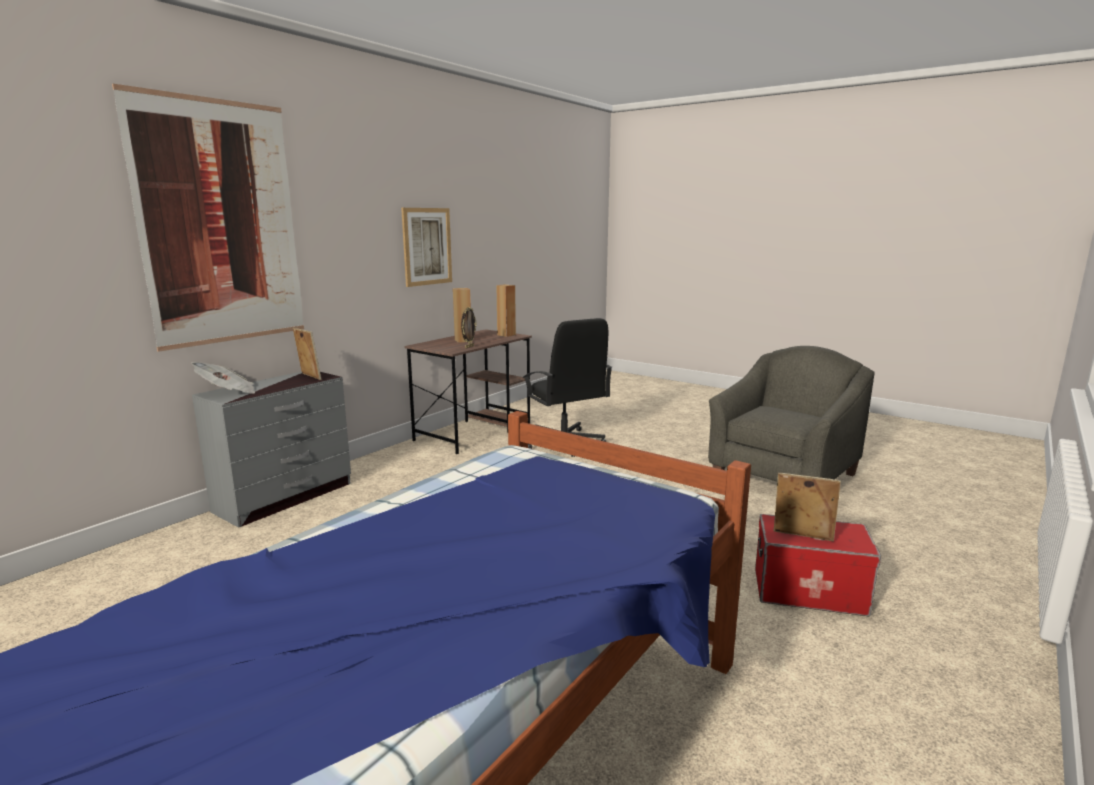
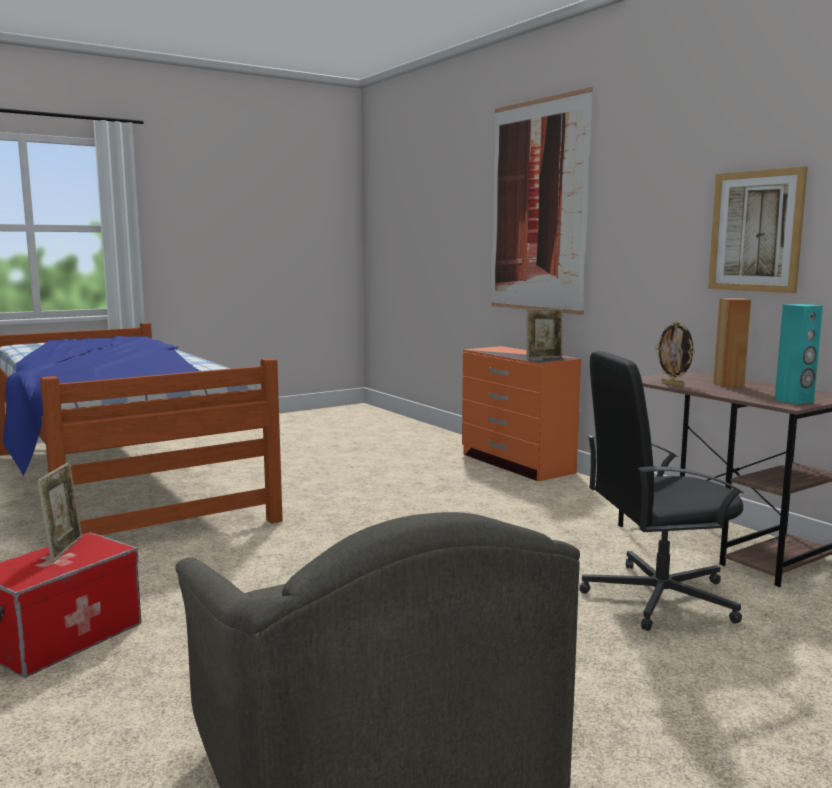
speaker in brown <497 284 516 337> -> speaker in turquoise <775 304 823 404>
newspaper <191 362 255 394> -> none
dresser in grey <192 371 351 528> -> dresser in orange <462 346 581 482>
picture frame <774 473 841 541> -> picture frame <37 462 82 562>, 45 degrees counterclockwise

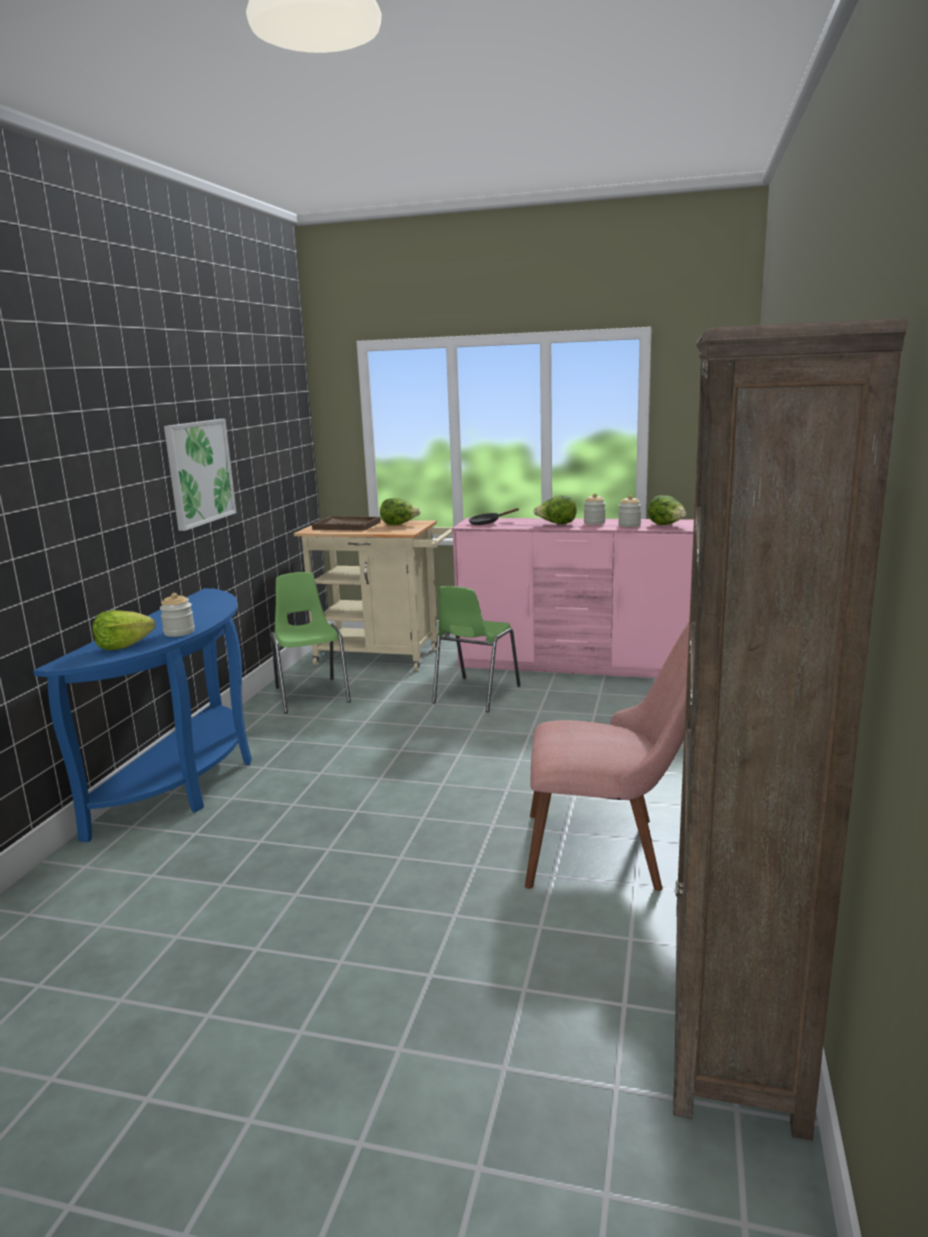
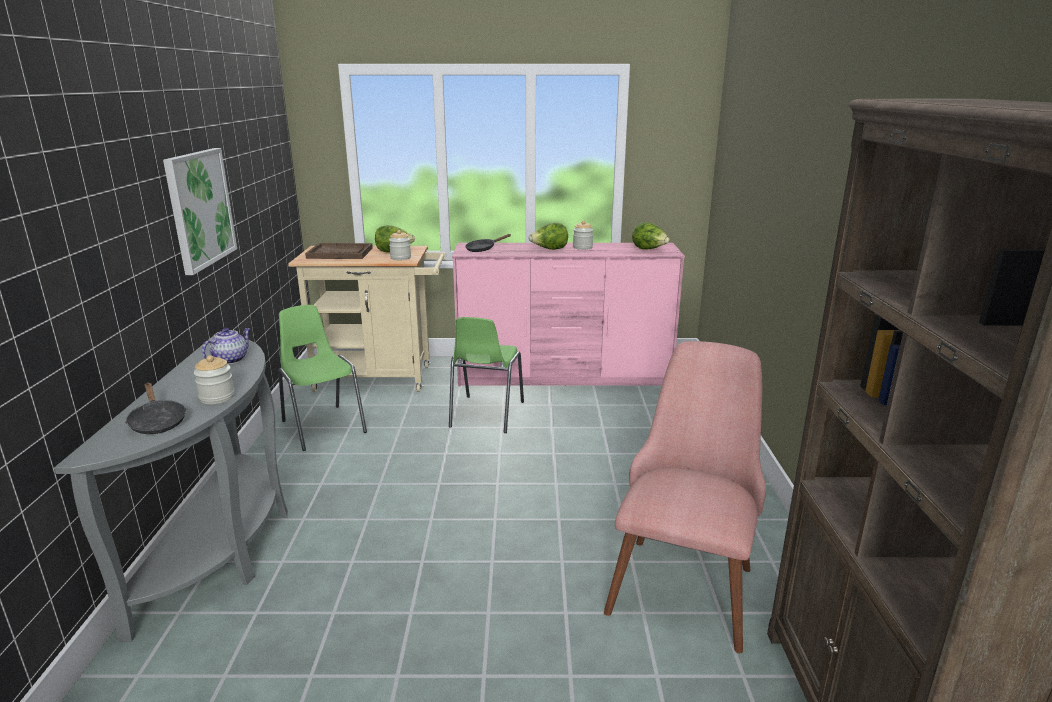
jar <618 495 641 527> -> jar <389 230 411 260>, shifted
console table in blue <33 588 252 842> -> console table in grey <54 336 288 642>
lettuce <93 610 155 650> -> frying pan in black <125 383 187 434>
chair in pink <525 622 689 891> -> chair in pink <604 341 766 653>, 60 degrees counterclockwise
none -> teapot <202 328 251 364>

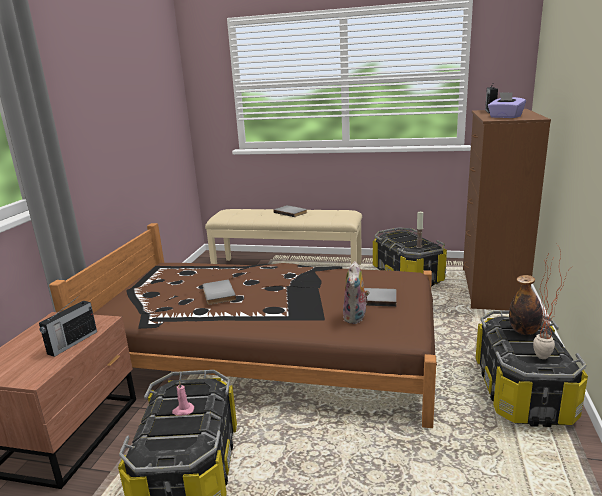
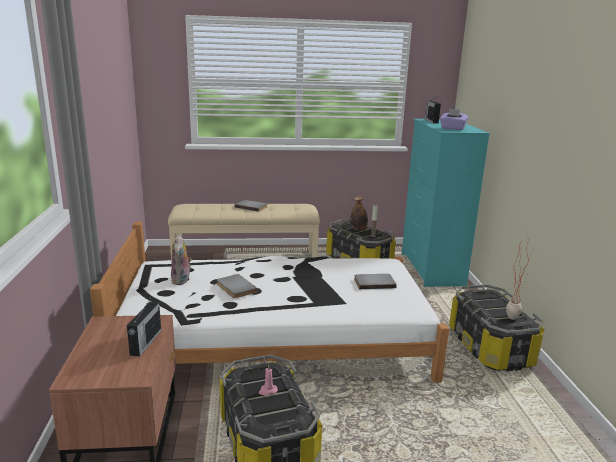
dresser in brown <463 109 551 311> -> dresser in turquoise <402 119 490 287>
bed in brown <49 223 437 428> -> bed in white <90 222 449 383>
plush toy <343 261 370 324> -> plush toy <171 235 192 285>, shifted
bottle <509 275 542 335> -> bottle <350 196 368 231>, shifted

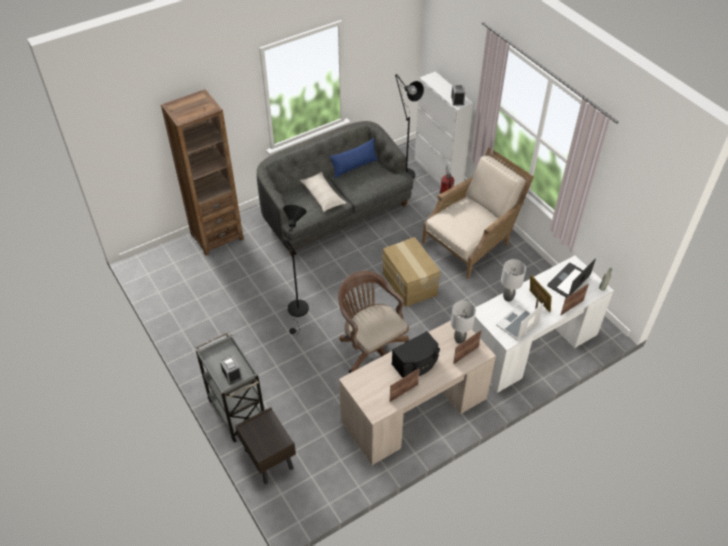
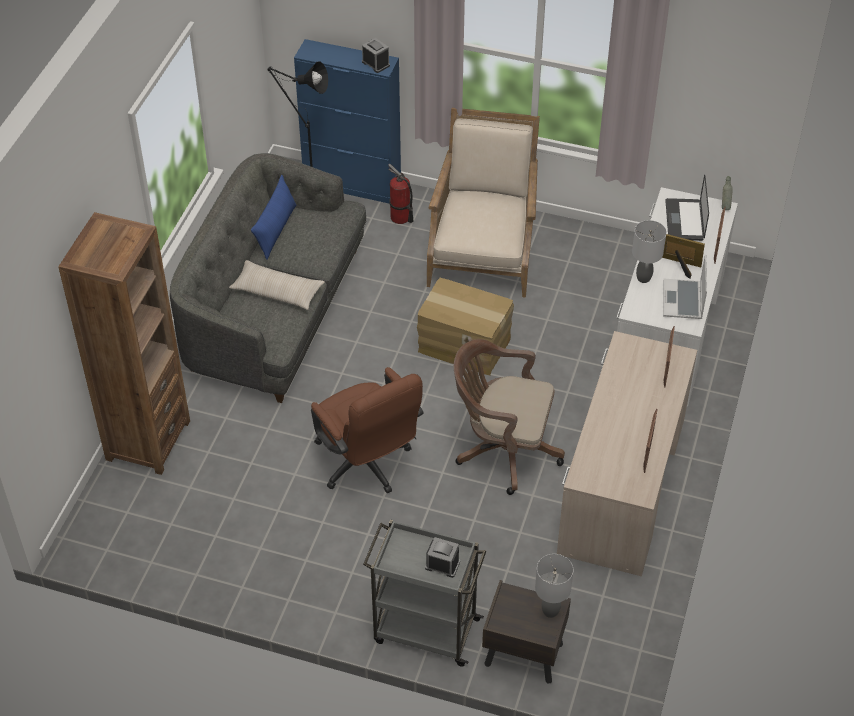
cabinet in white <414 71 474 186> -> cabinet in blue <294 39 401 204>
floor lamp in black <283 205 309 336> -> office chair in brown <311 367 424 494>
table lamp in grey <451 301 476 344> -> table lamp in grey <535 554 573 618>, shifted
speaker in black <392 331 440 378> -> none

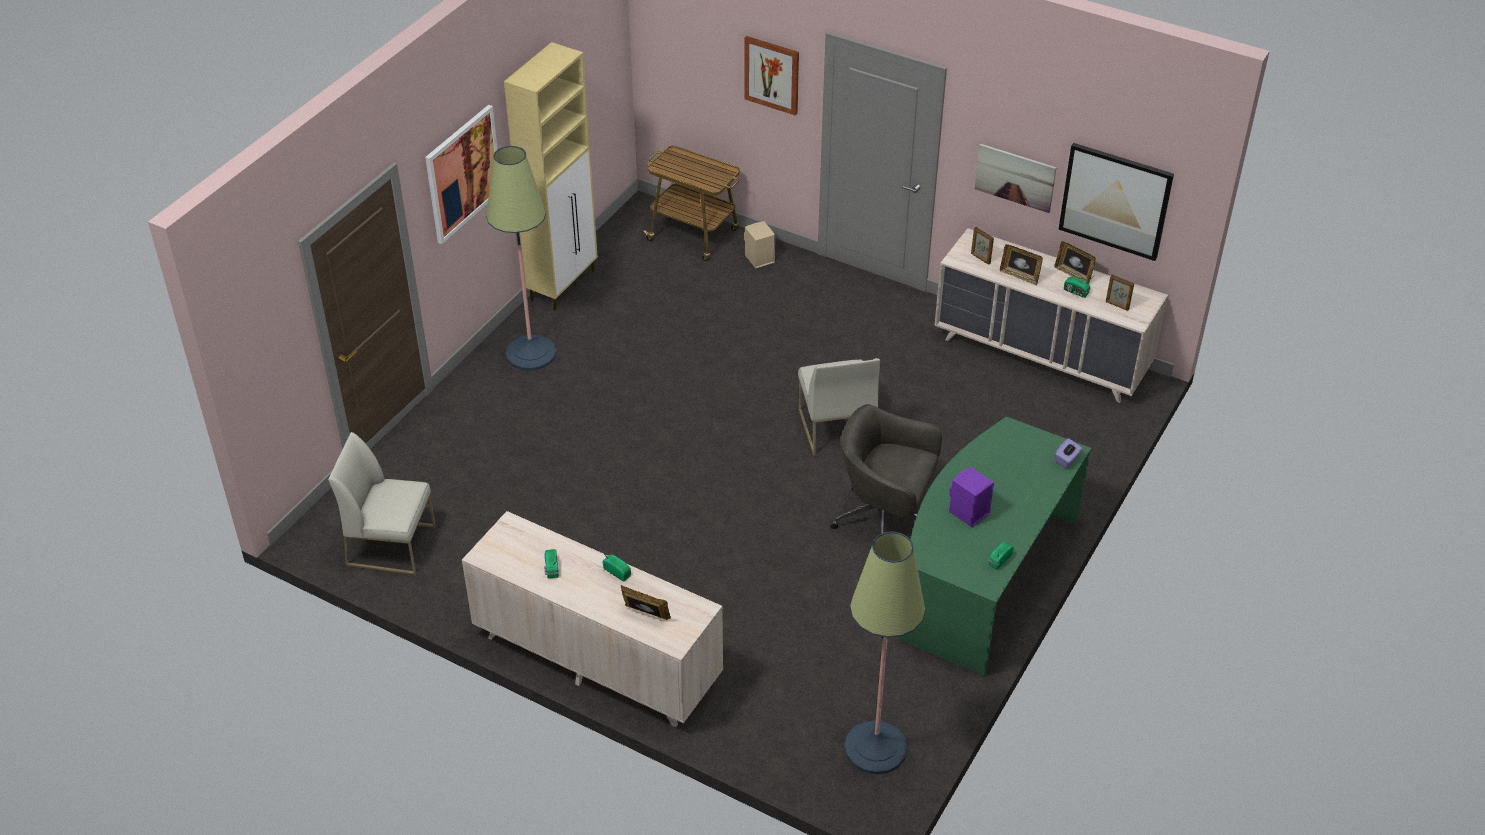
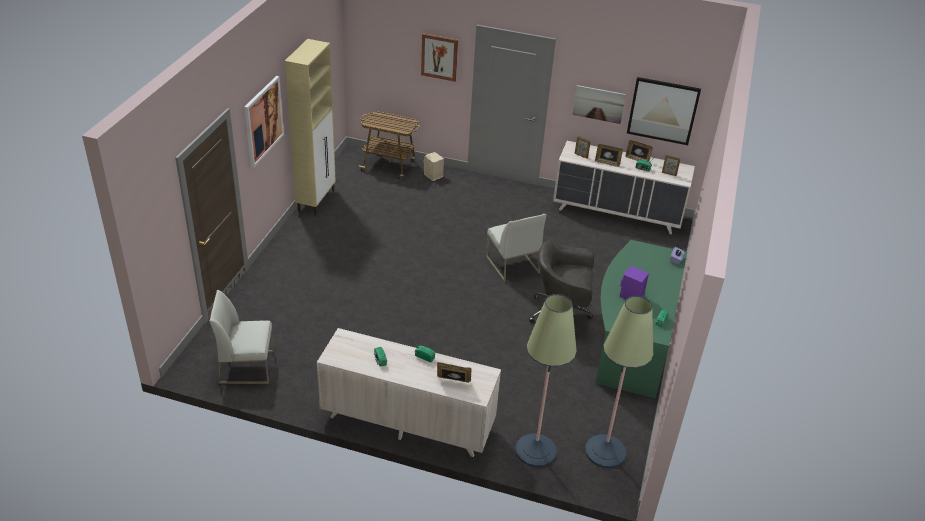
floor lamp <486 146 557 371> -> floor lamp <515 294 577 467>, shifted

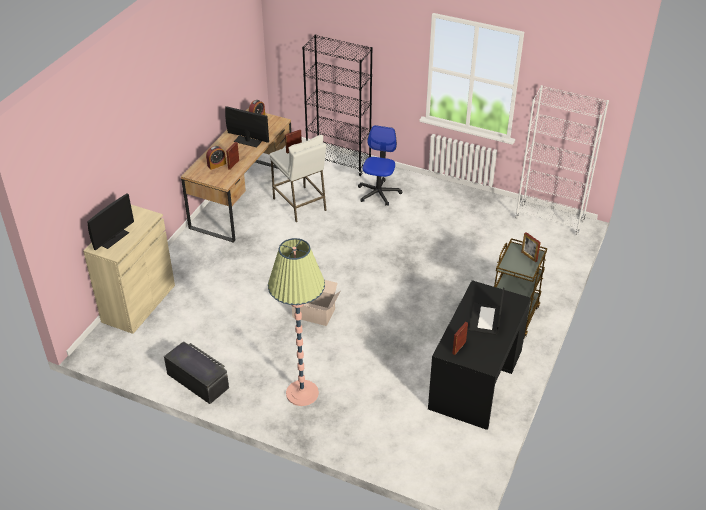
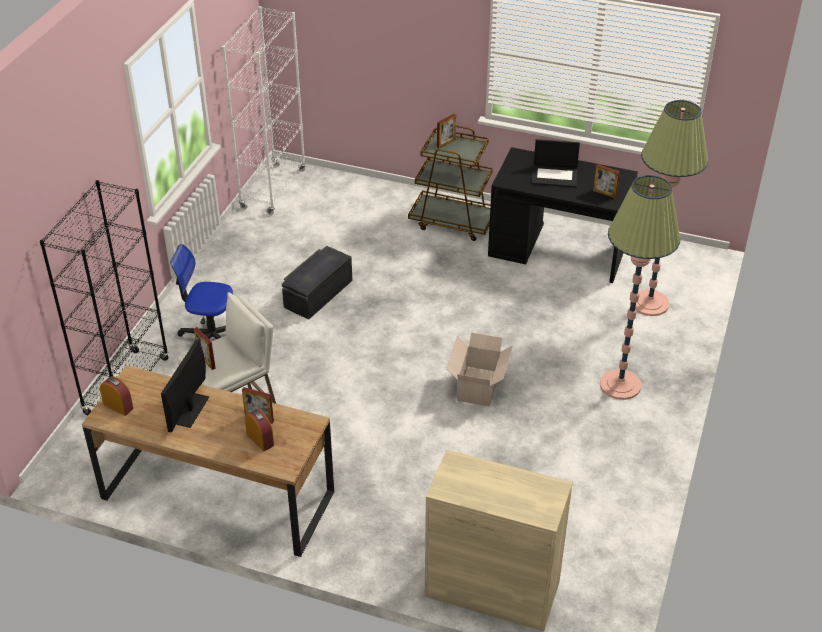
monitor <88 193 134 250> -> none
storage box in black <164 341 229 404> -> storage box in black <282 246 352 320>, shifted
none -> floor lamp <635 100 709 316>

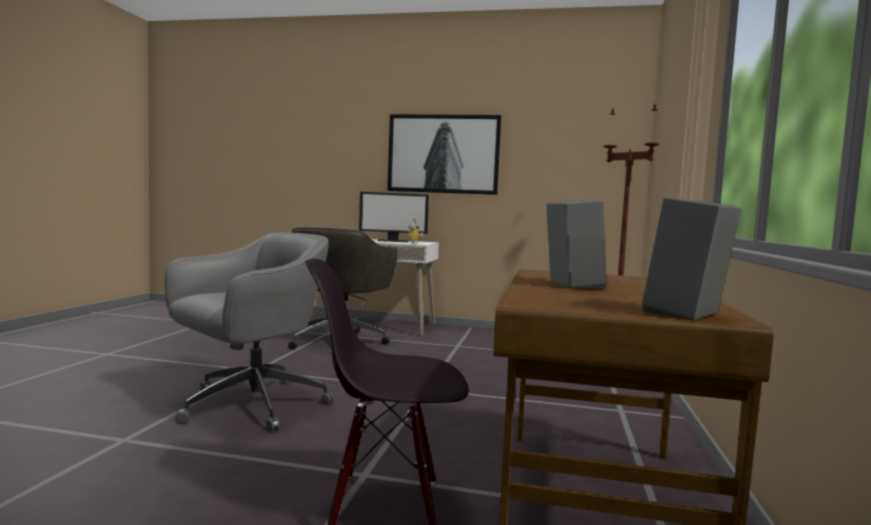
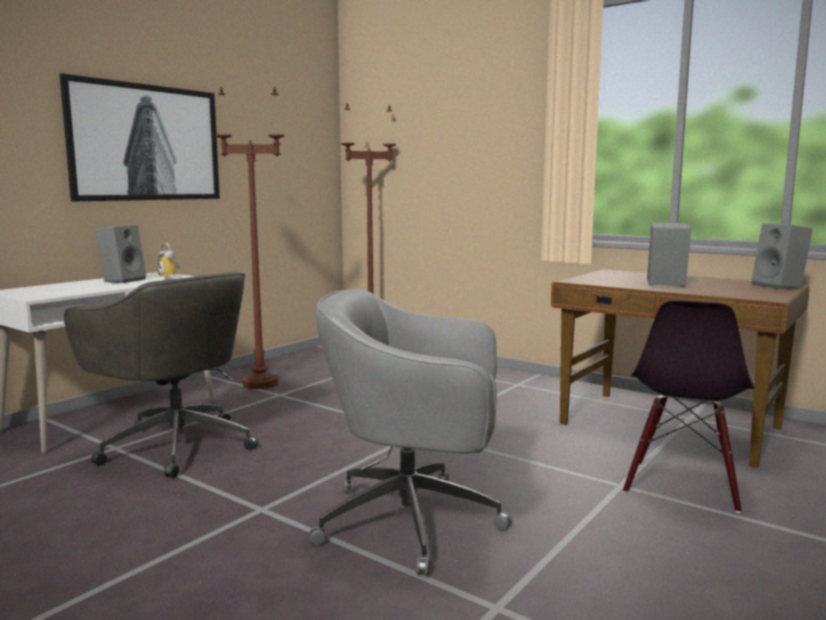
monitor <359 192 429 242> -> speaker in grey <95 225 146 283>
office chair in grey <165 232 334 432> -> office chair in grey <309 289 512 576>, 60 degrees counterclockwise
none -> floor lamp in brown <215 87 284 389>

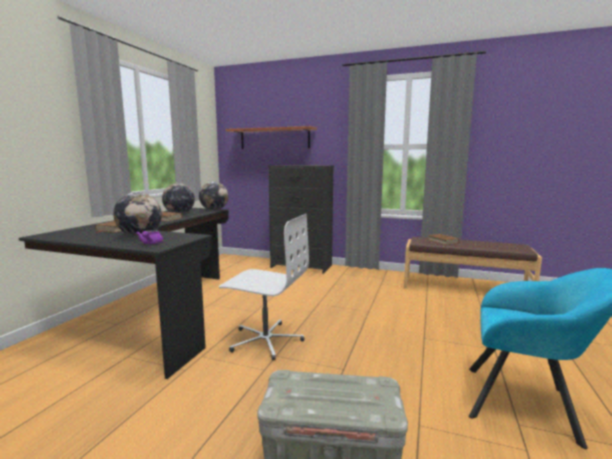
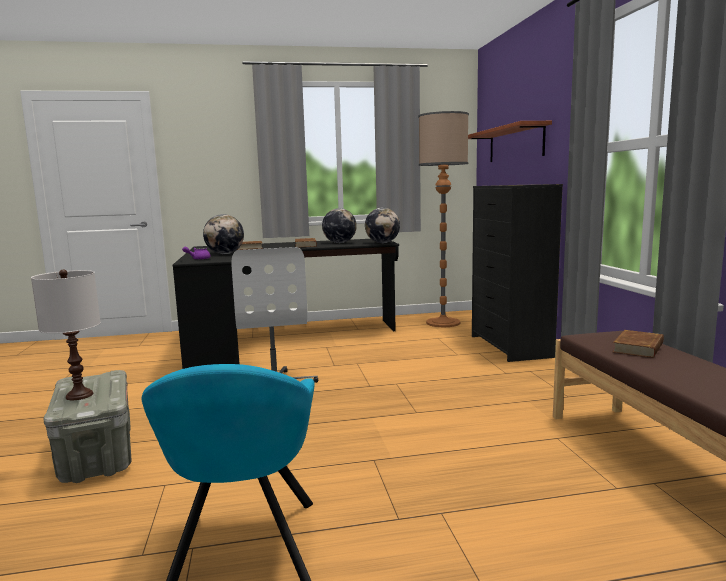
none -> floor lamp <418 111 469 327>
none -> table lamp in white <31 270 101 400>

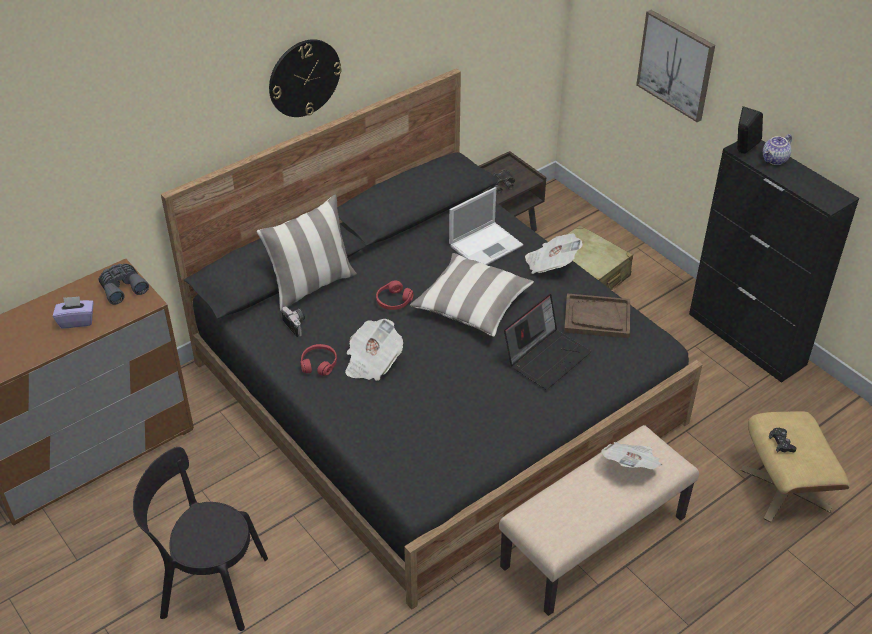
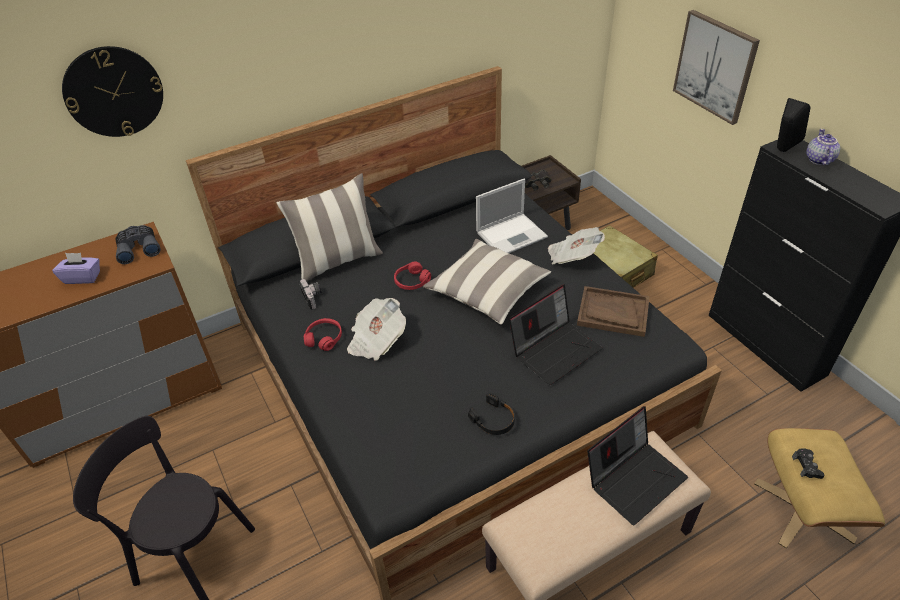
wall clock <269 39 342 117> -> wall clock <62 46 163 137>, shifted
teapot <763 134 792 165> -> teapot <806 129 840 165>, 135 degrees clockwise
newspaper <602 442 662 469> -> laptop <587 406 688 525>
none -> headphones in black <468 394 515 435>

